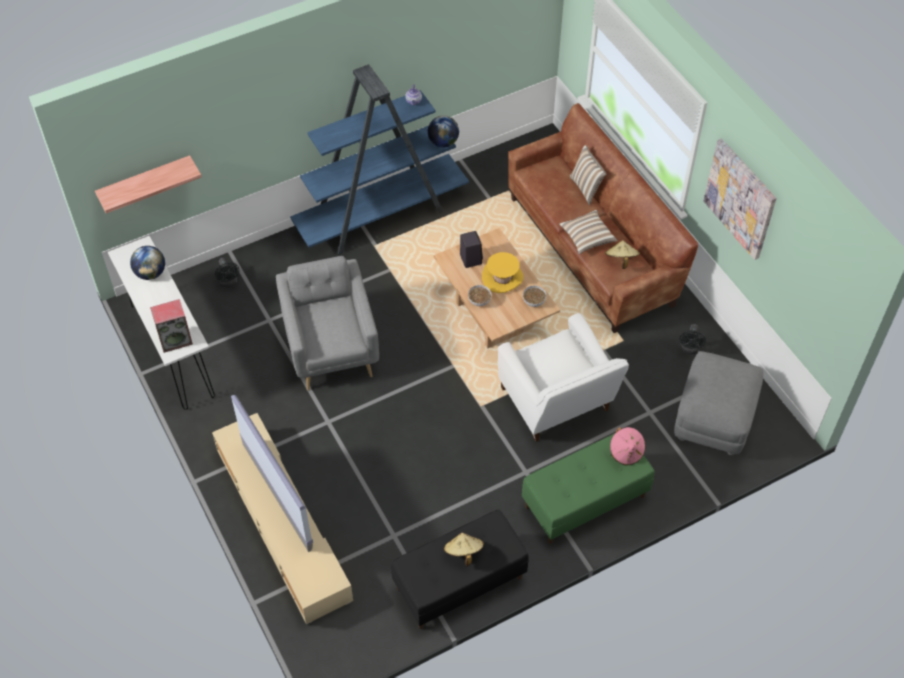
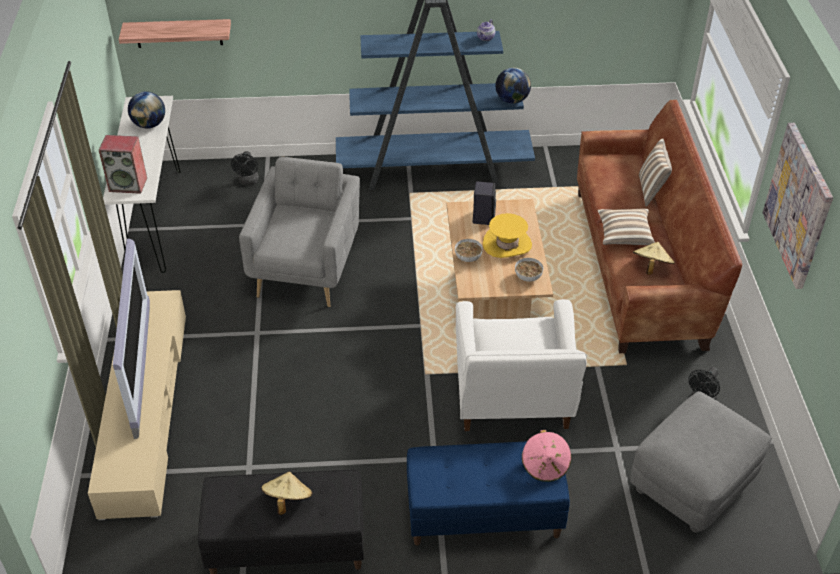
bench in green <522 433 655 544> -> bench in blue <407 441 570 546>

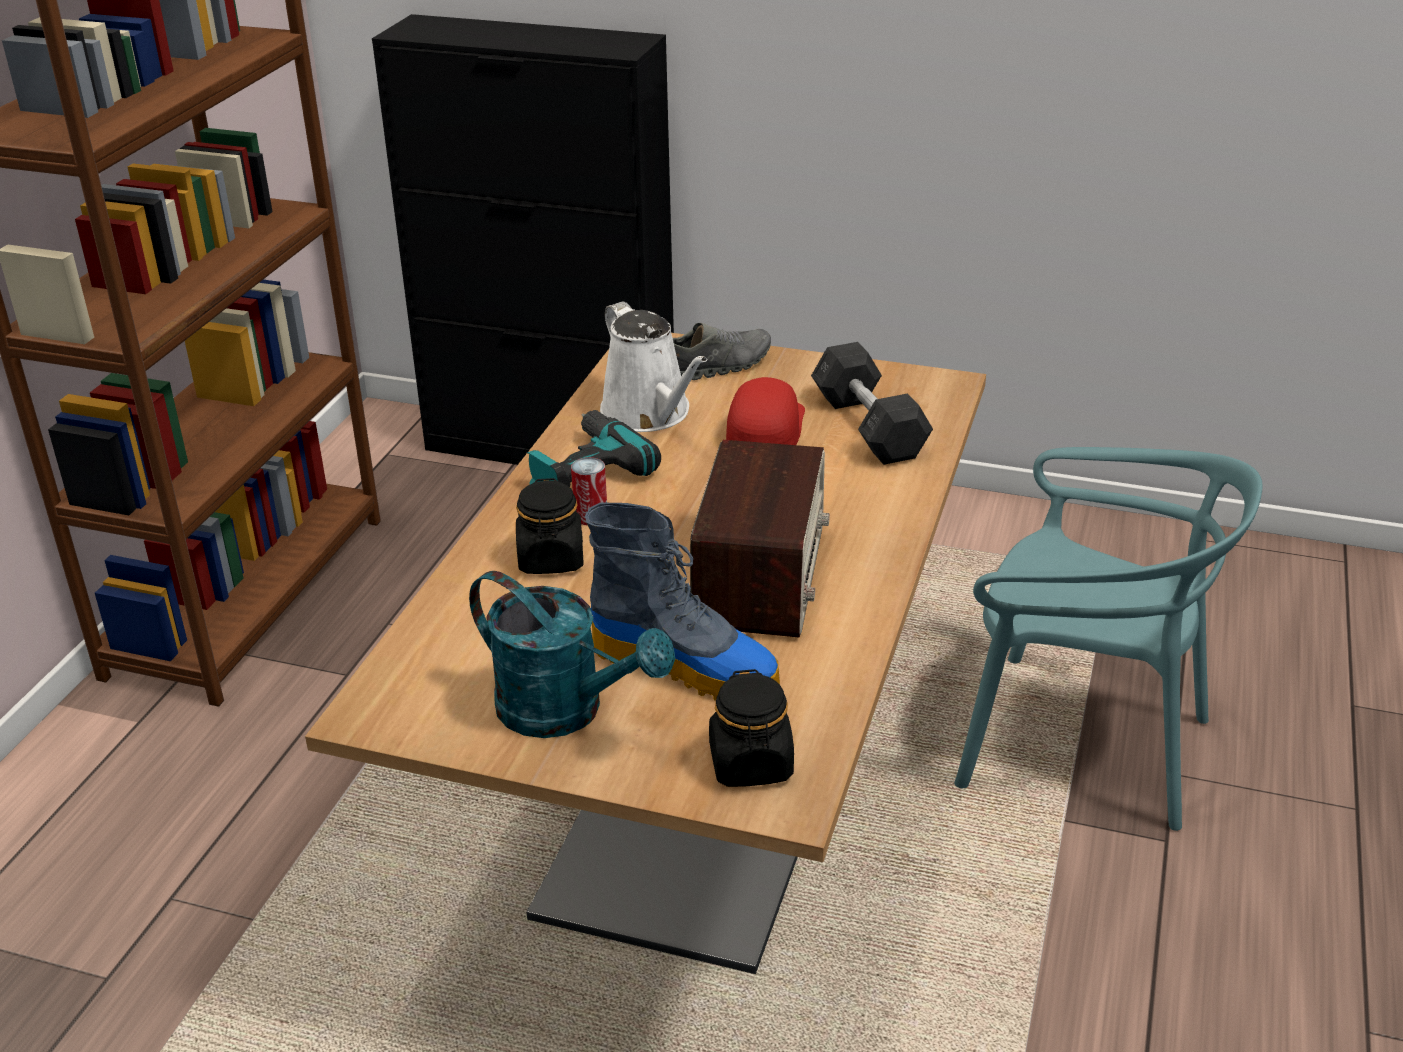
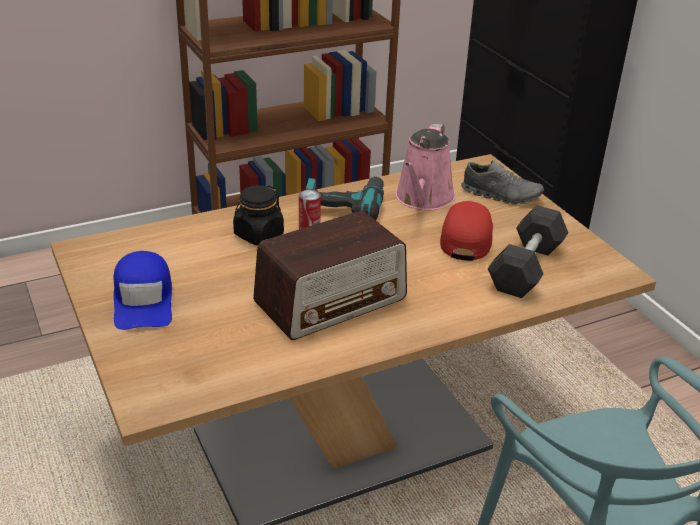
watering can in white <600 302 707 432> -> watering can in pink <395 123 456 211>
cap in red <726 377 805 445> -> cap in red <440 201 493 261>, 45 degrees counterclockwise
boot <585 502 780 701> -> none
watering can in turquoise <469 571 675 738> -> cap in blue <114 251 172 330>
jar in black <709 669 794 787> -> none

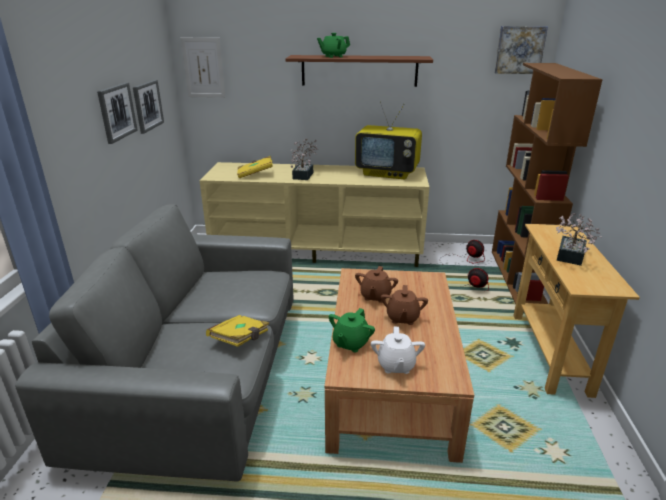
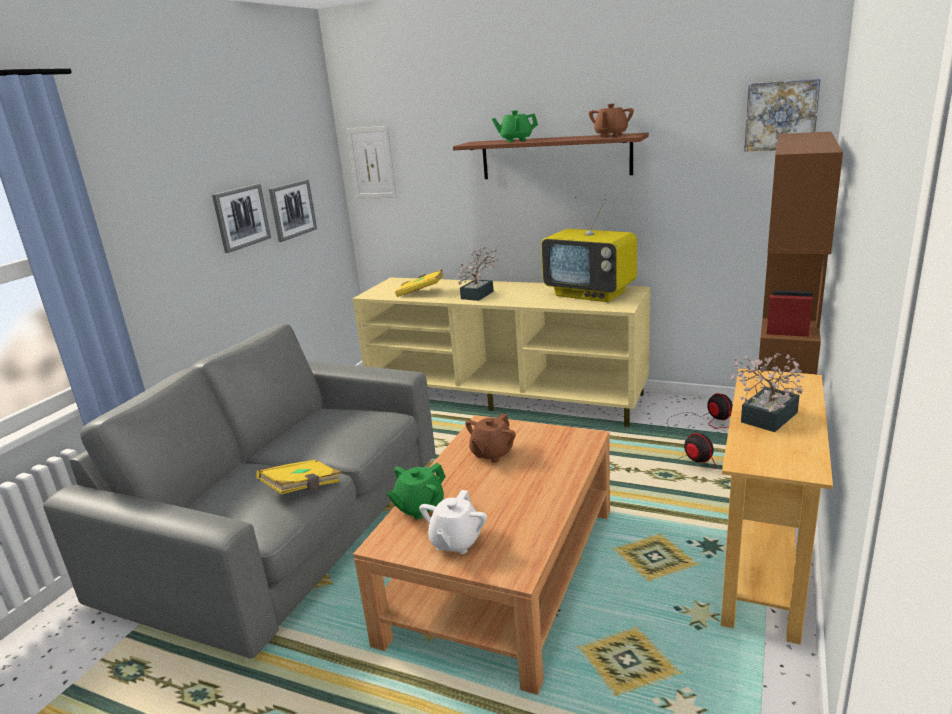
teapot in brown <381 285 428 325> -> teapot in brown <589 104 634 137>, shifted

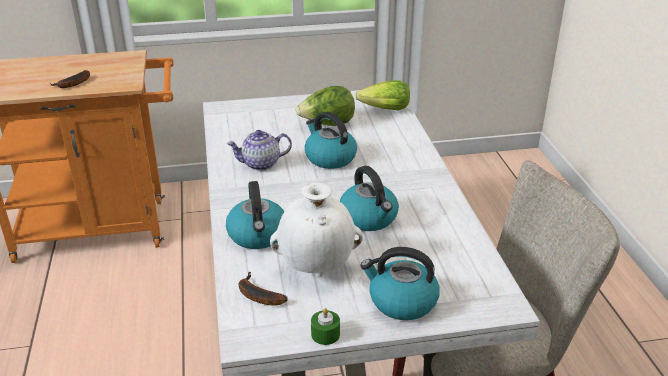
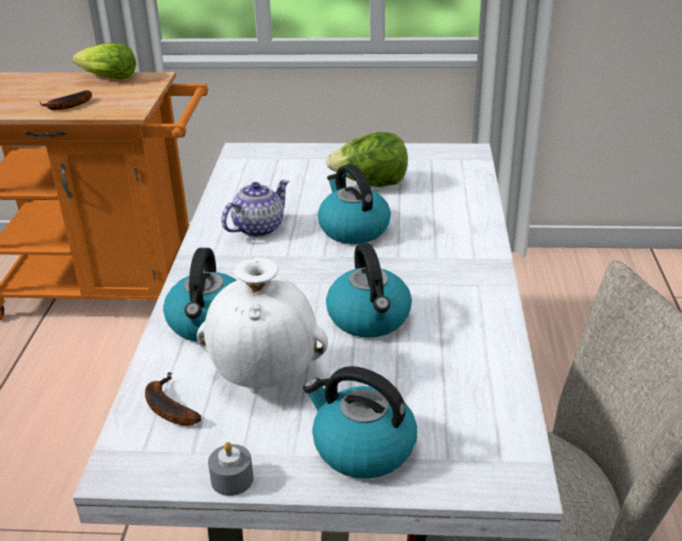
lettuce <355 80 410 110> -> lettuce <72 43 136 80>, shifted
teapot <227 130 292 171> -> teapot <221 180 289 237>, 135 degrees clockwise
candle in green <311 308 340 345> -> candle in grey <208 442 254 496>

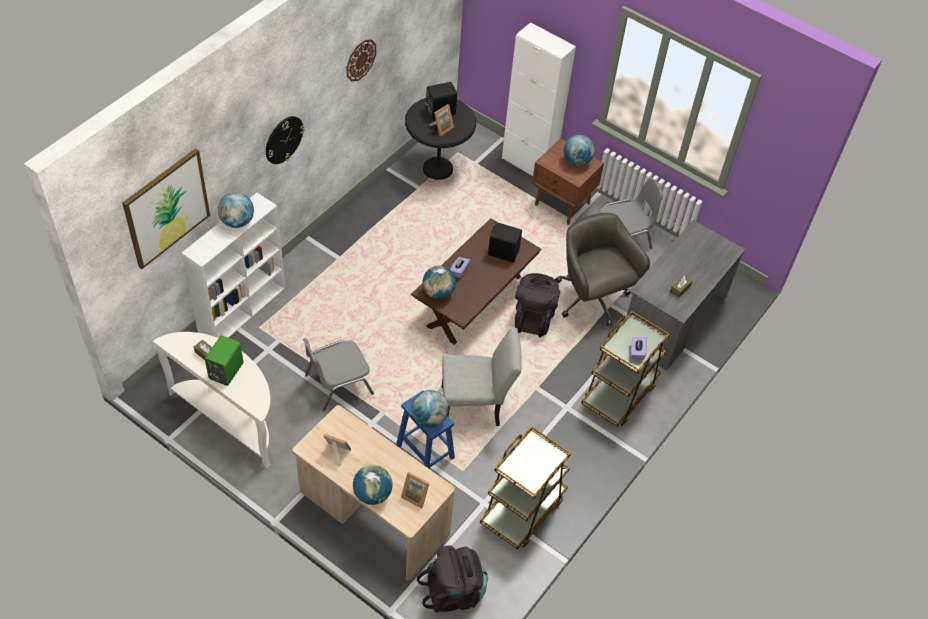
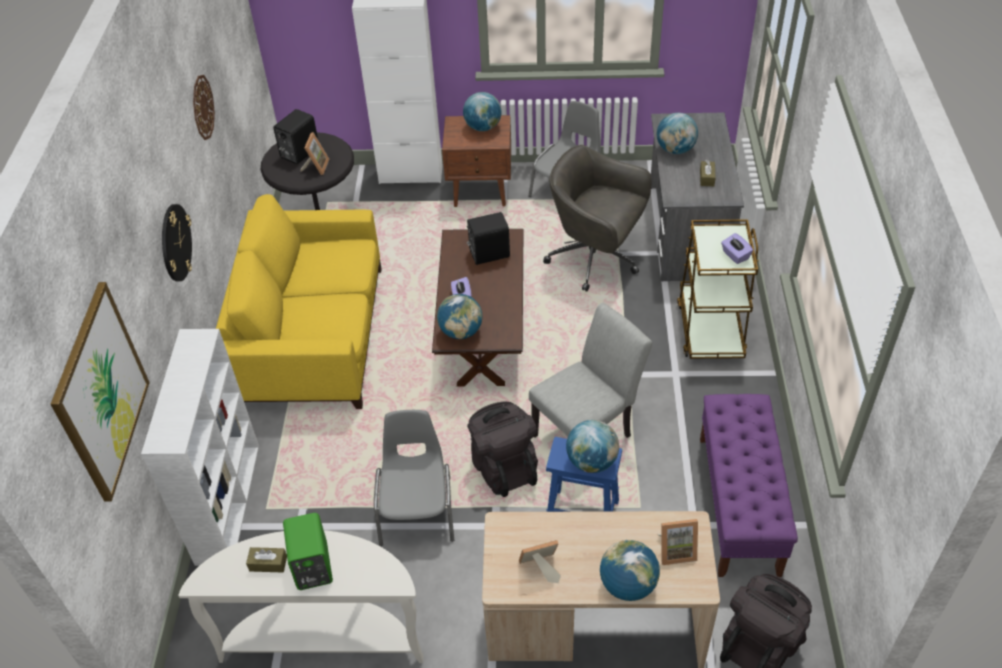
globe <218 192 254 228> -> globe <657 113 698 154>, shifted
backpack in black <515 273 560 337> -> backpack in black <467 401 538 497>, shifted
chair in grey <303 338 374 411> -> chair in grey <374 410 454 546>, 150 degrees clockwise
cart in brown <480 426 571 550> -> bench in purple <700 394 798 577>
none -> sofa in yellow <216 194 381 409>

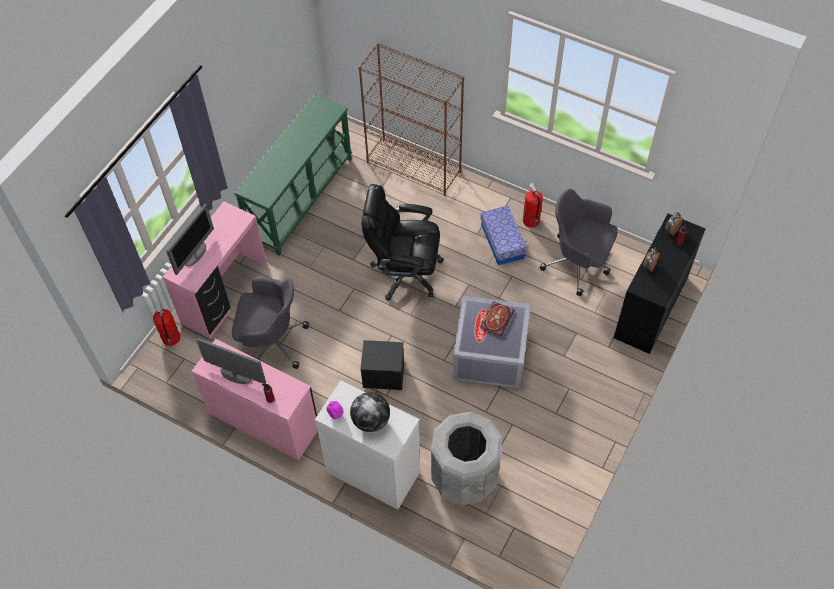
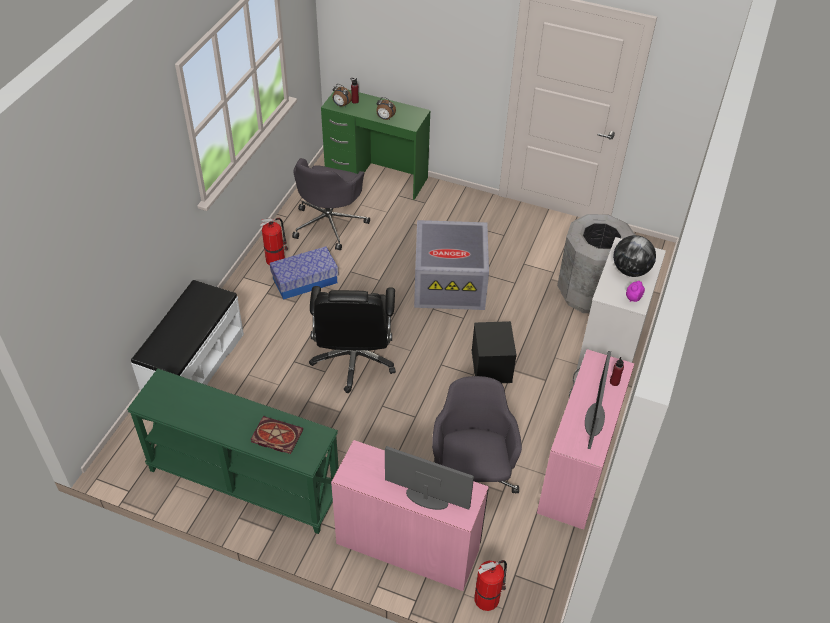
bookcase in brown <358 43 464 196> -> bench in white <131 280 244 391>
desk in black <614 213 706 354> -> desk in green <321 89 430 200>
book <480 301 515 336> -> book <250 416 303 454>, shifted

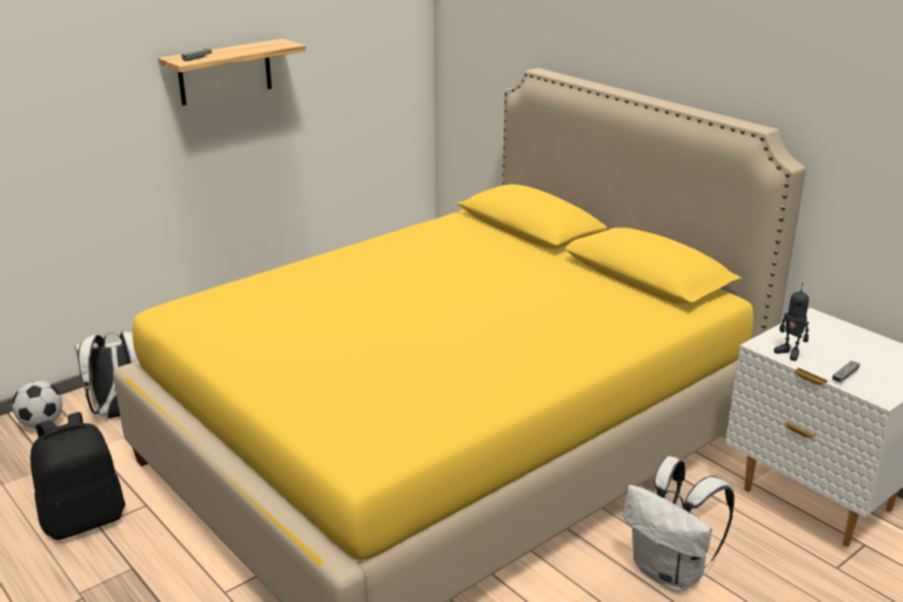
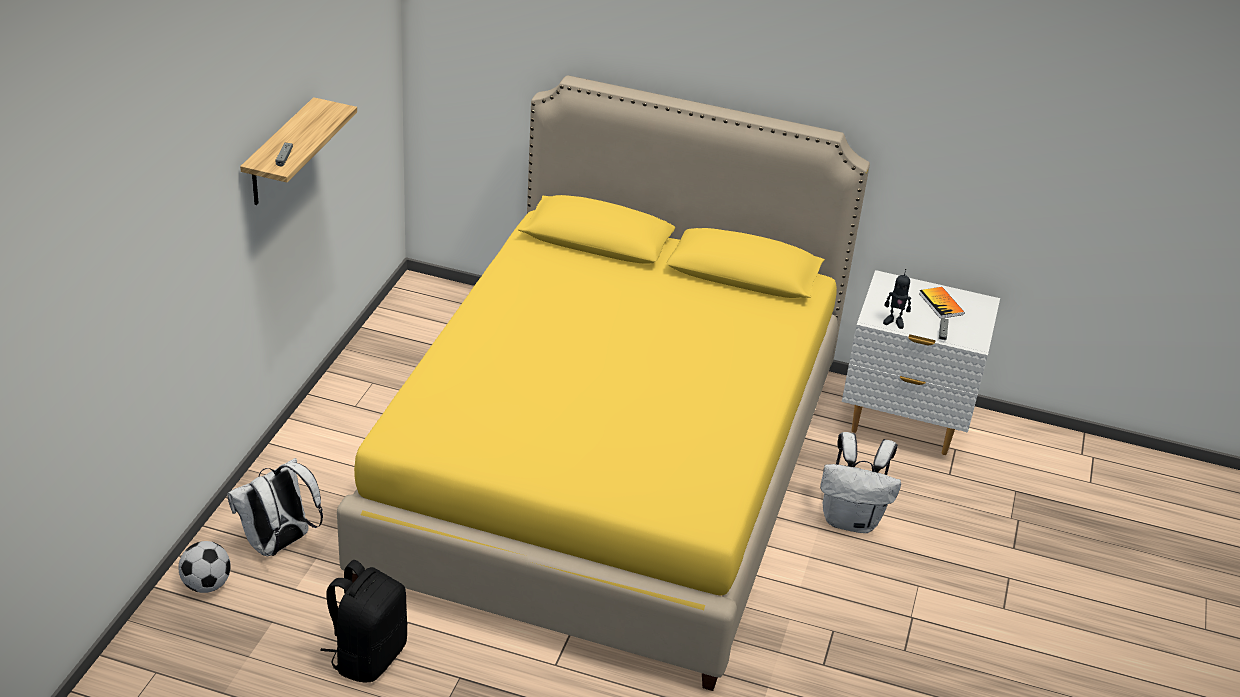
none -> book <919 287 965 319>

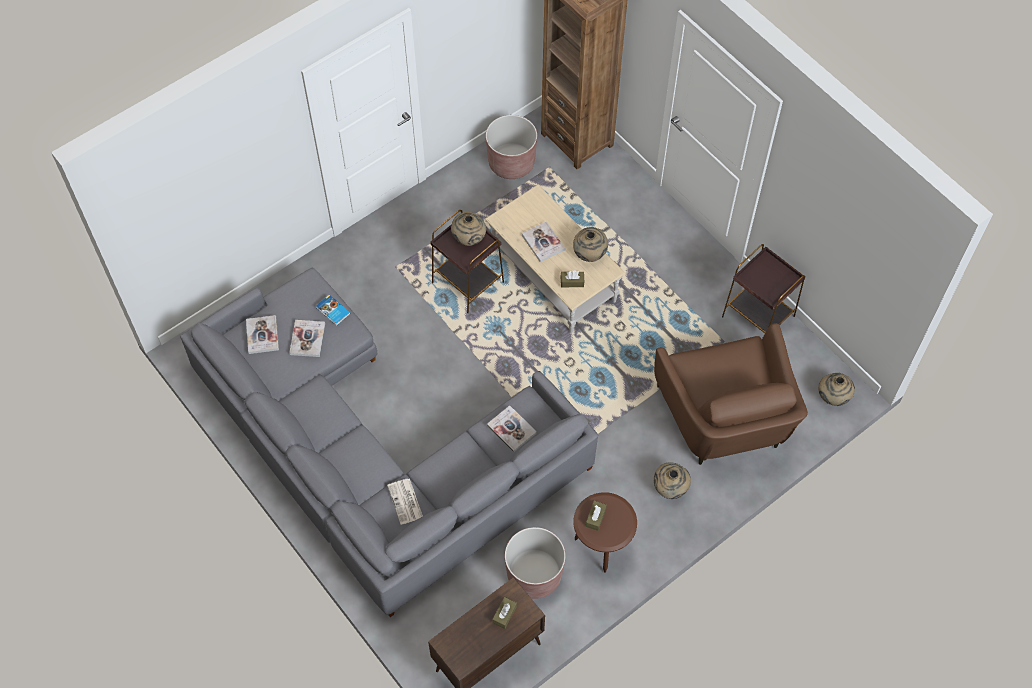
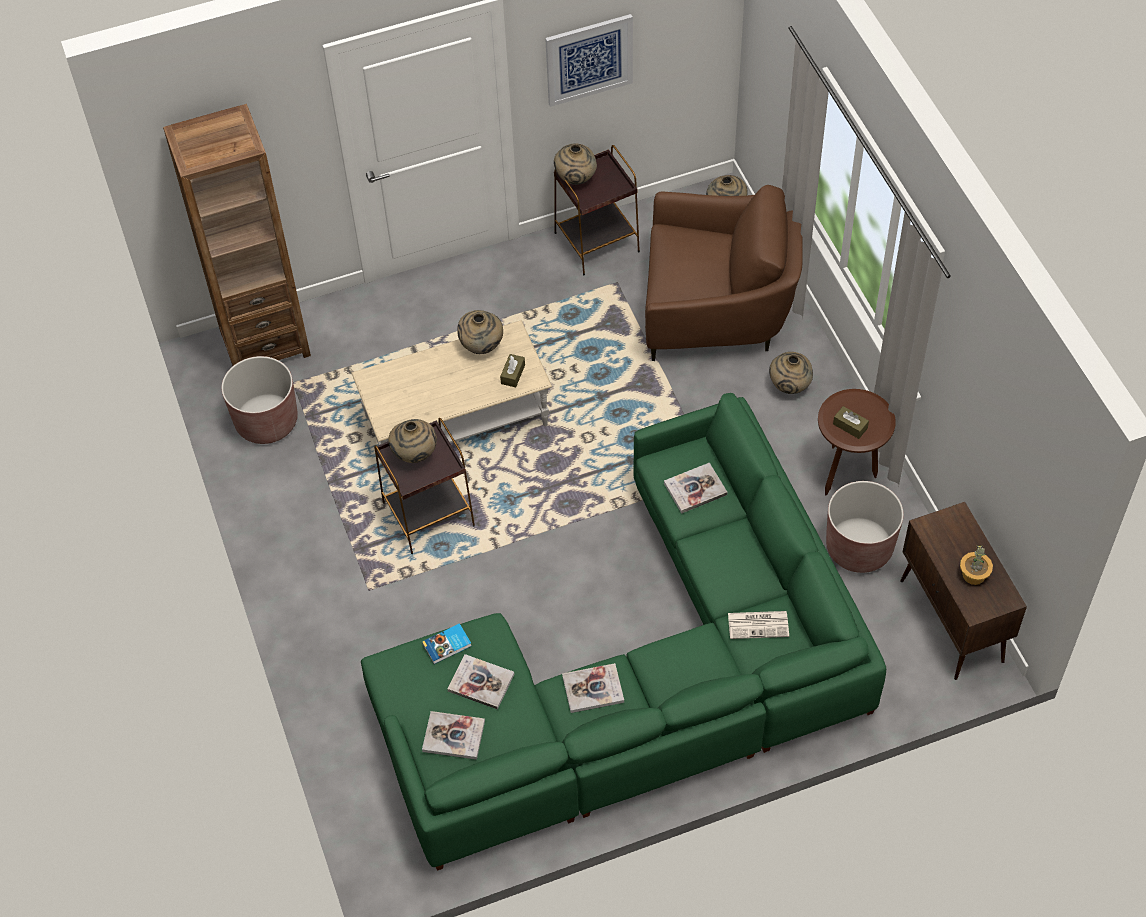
book <522 221 565 262> -> book <562 663 624 713>, shifted
sofa in grey <180 268 598 617> -> sofa in green <361 393 886 871>
tissue box in brown <492 597 517 629> -> none
none -> picture <545 14 633 107>
none -> vase in beige <554 143 597 185>
none -> potted plant <960 546 993 585>

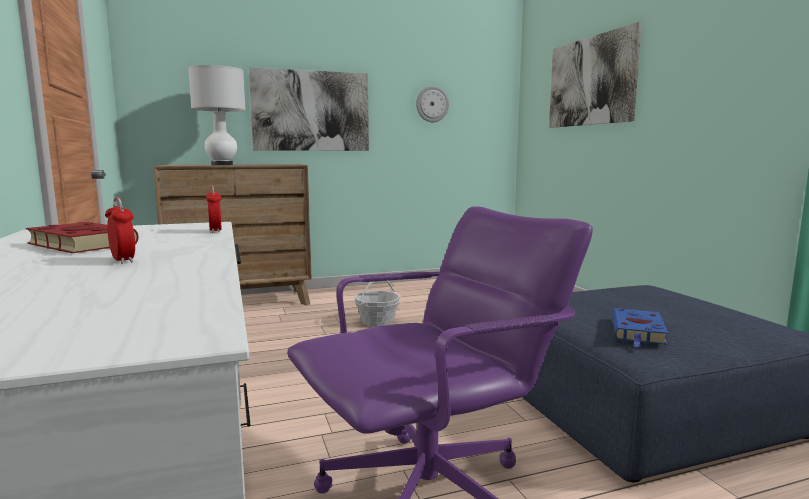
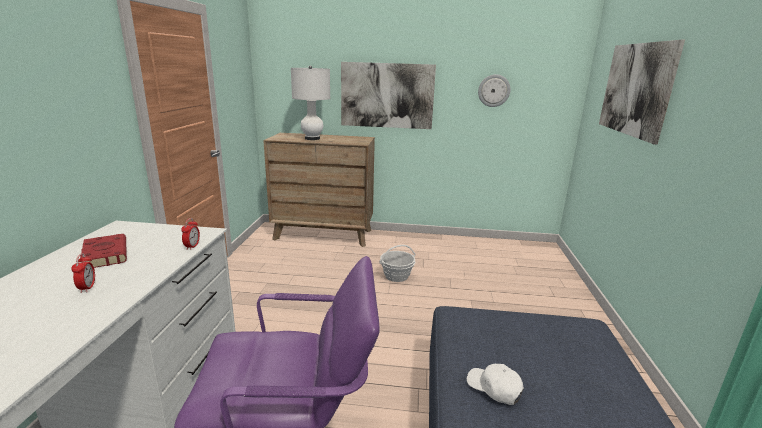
book in blue <612 308 668 348> -> cap in white <467 364 524 405>

